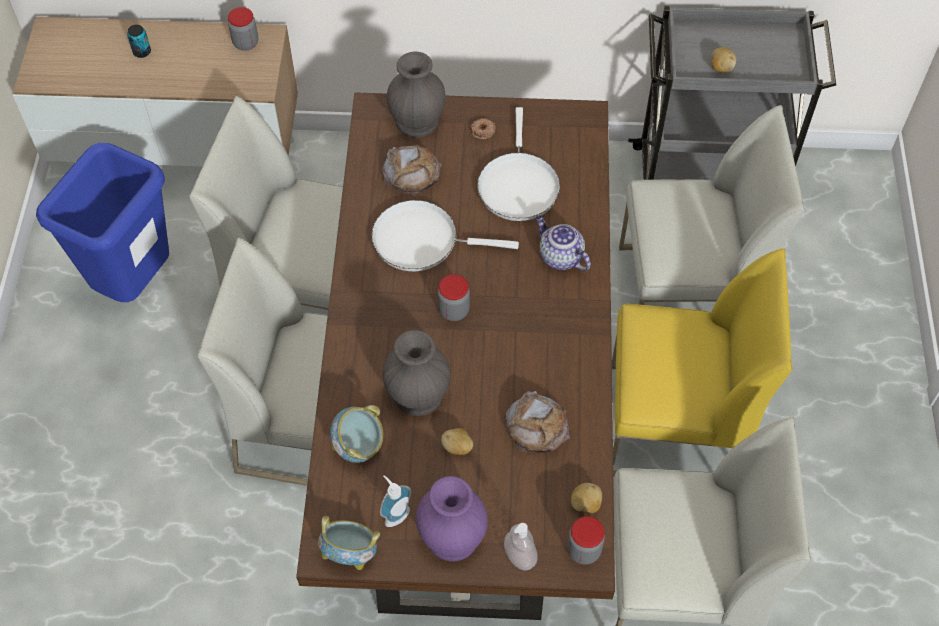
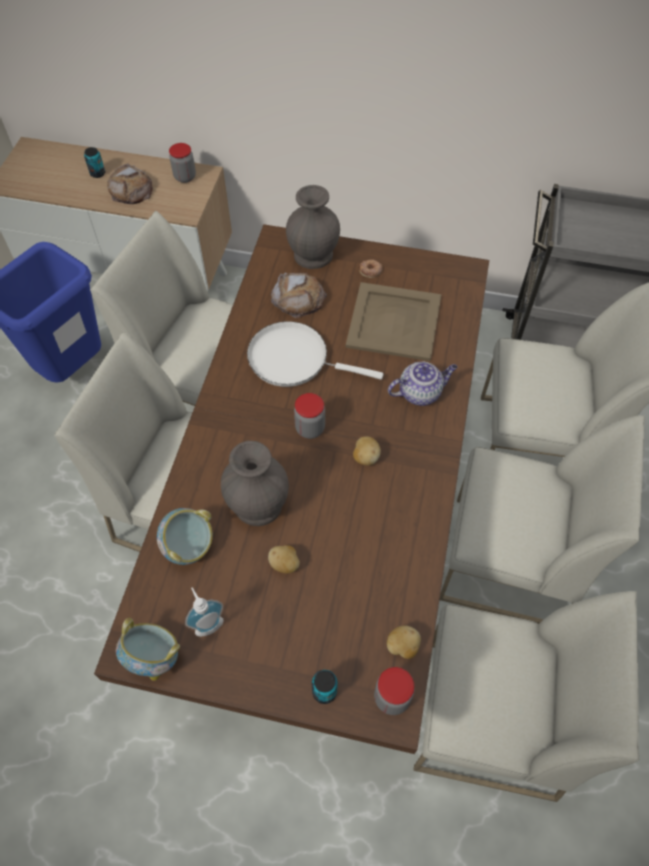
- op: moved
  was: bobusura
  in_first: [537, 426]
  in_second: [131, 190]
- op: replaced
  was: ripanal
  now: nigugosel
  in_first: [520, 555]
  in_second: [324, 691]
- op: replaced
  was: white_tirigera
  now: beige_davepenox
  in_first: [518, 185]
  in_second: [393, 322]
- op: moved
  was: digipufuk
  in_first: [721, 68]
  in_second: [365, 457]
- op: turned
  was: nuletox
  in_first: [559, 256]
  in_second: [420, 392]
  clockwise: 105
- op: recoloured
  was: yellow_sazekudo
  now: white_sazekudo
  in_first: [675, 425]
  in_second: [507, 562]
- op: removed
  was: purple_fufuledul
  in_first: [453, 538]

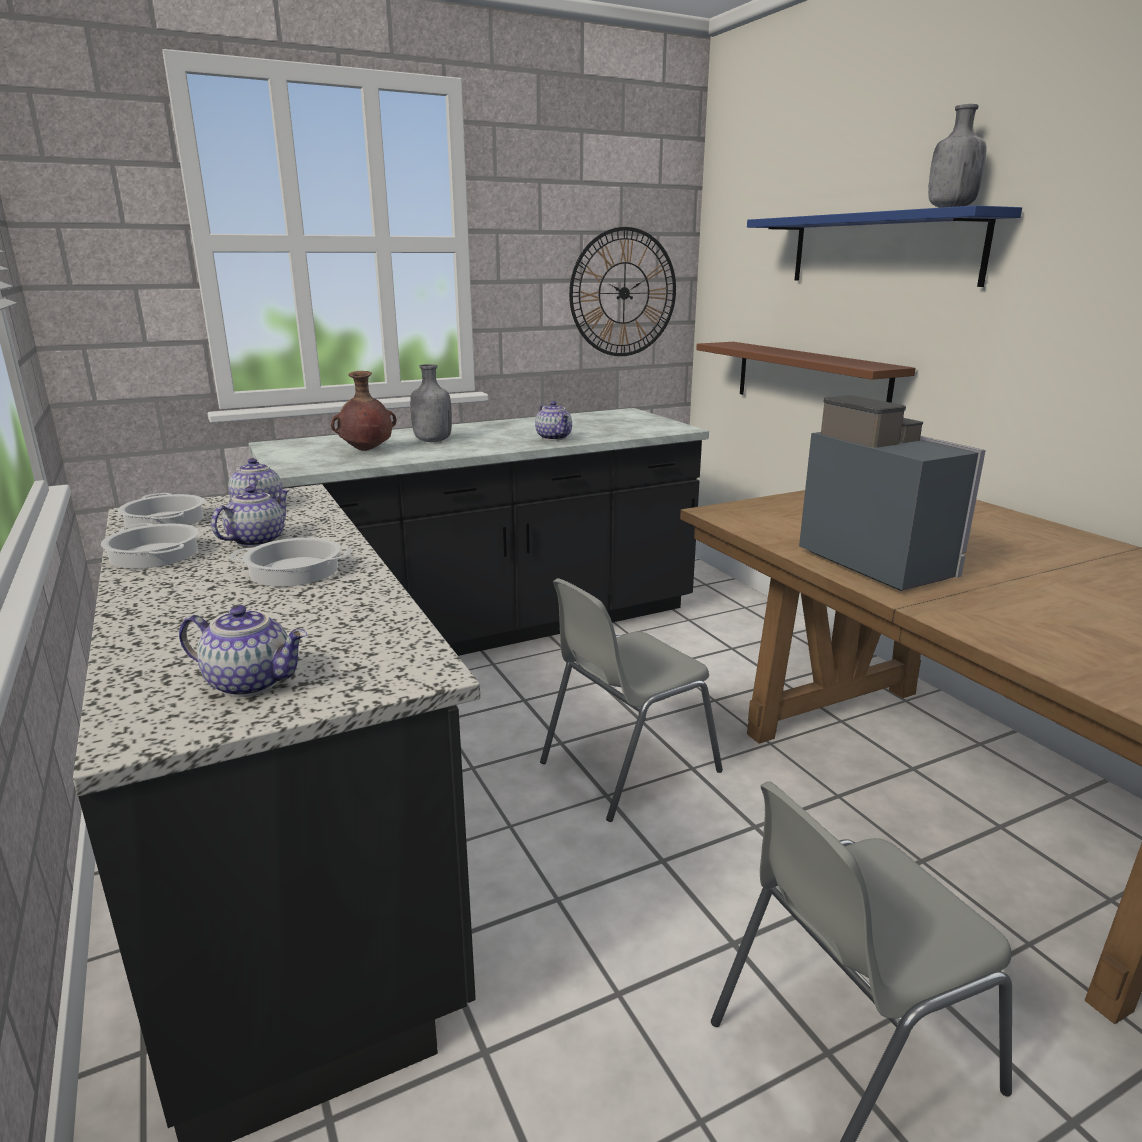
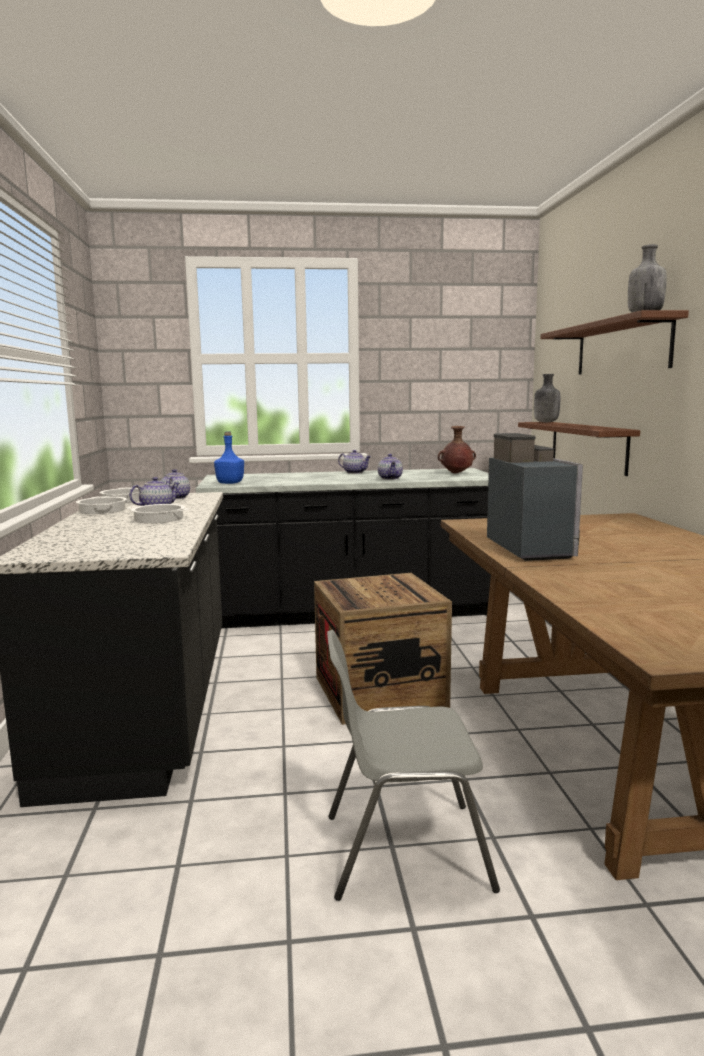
- op: added
  now: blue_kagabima
  in_second: [230, 483]
- op: replaced
  was: grey_sazekudo
  now: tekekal
  in_first: [626, 767]
  in_second: [379, 692]
- op: moved
  was: nuletox
  in_first: [252, 682]
  in_second: [355, 472]
- op: moved
  was: brown_fufuledul
  in_first: [366, 451]
  in_second: [456, 473]
- op: moved
  was: grey_kagabima
  in_first: [432, 441]
  in_second: [545, 422]
- op: recoloured
  was: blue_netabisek
  now: brown_netabisek
  in_first: [882, 249]
  in_second: [621, 347]
- op: removed
  was: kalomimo
  in_first: [623, 293]

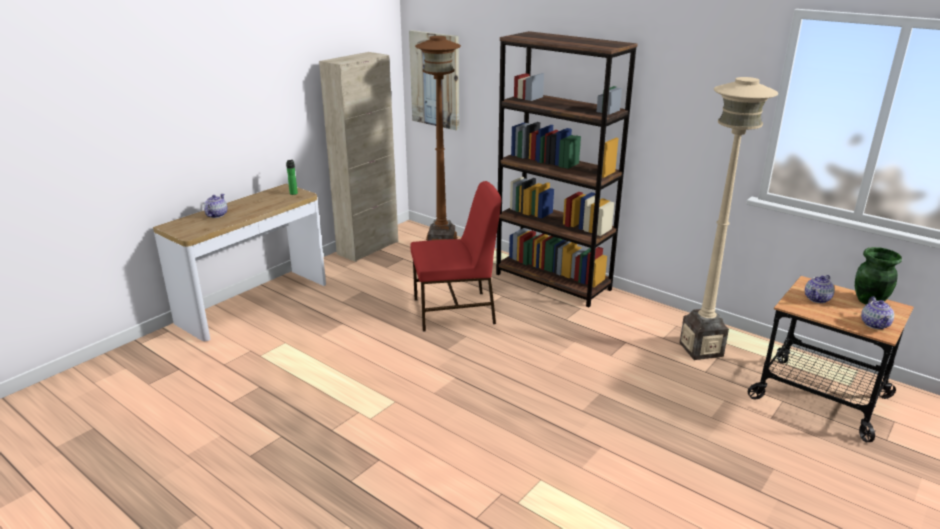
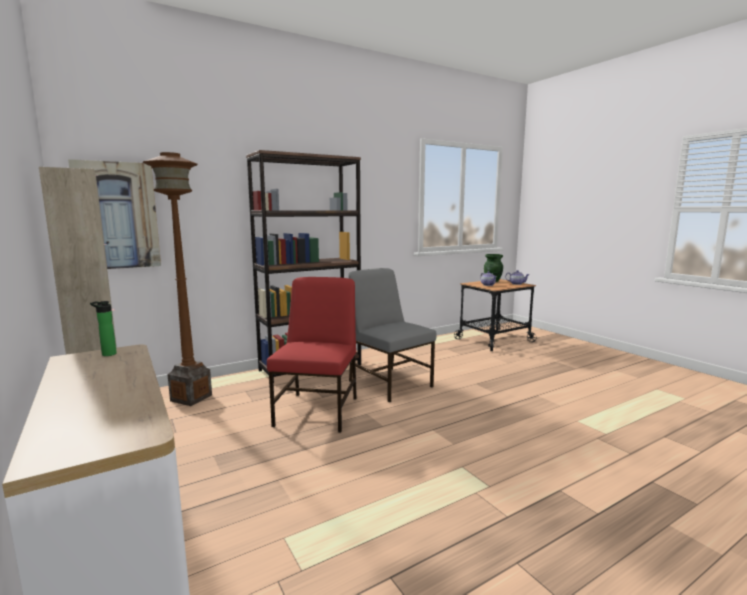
- op: added
  now: grey_sazekudo
  in_second: [389, 383]
- op: removed
  was: nuletox
  in_first: [216, 215]
- op: removed
  was: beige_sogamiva
  in_first: [701, 349]

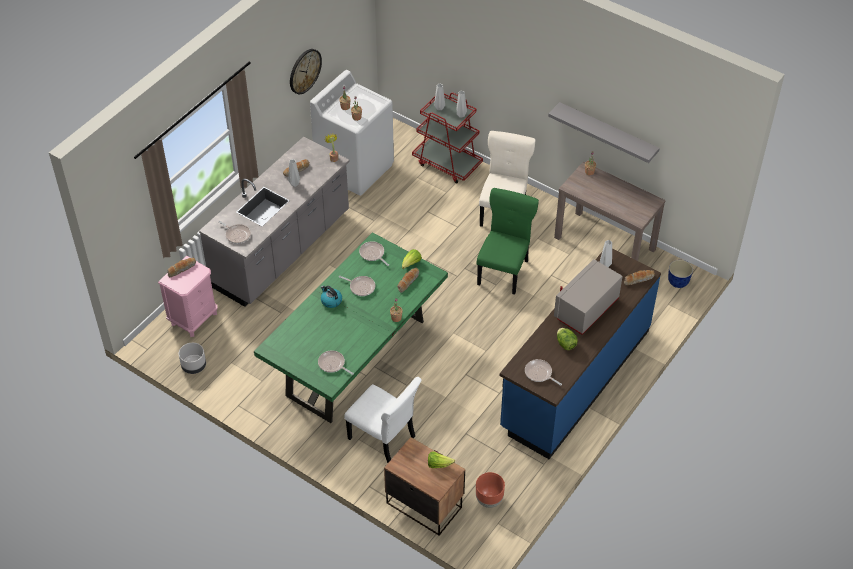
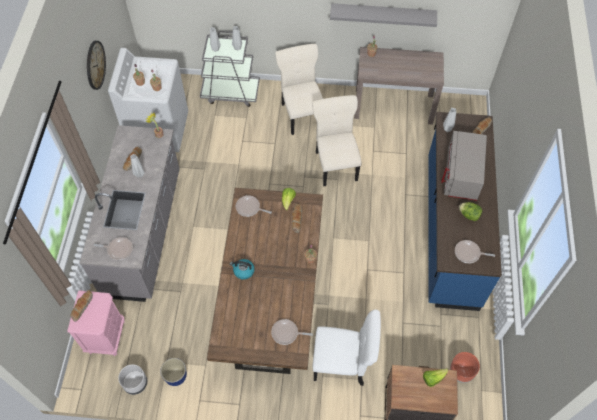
- op: moved
  was: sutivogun
  in_first: [677, 282]
  in_second: [176, 377]
- op: recoloured
  was: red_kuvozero
  now: grey_kuvozero
  in_first: [447, 163]
  in_second: [231, 92]
- op: recoloured
  was: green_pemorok
  now: brown_pemorok
  in_first: [356, 359]
  in_second: [271, 302]
- op: recoloured
  was: green_sazekudo
  now: beige_sazekudo
  in_first: [504, 271]
  in_second: [336, 164]
- op: removed
  was: tirigera
  in_first: [361, 287]

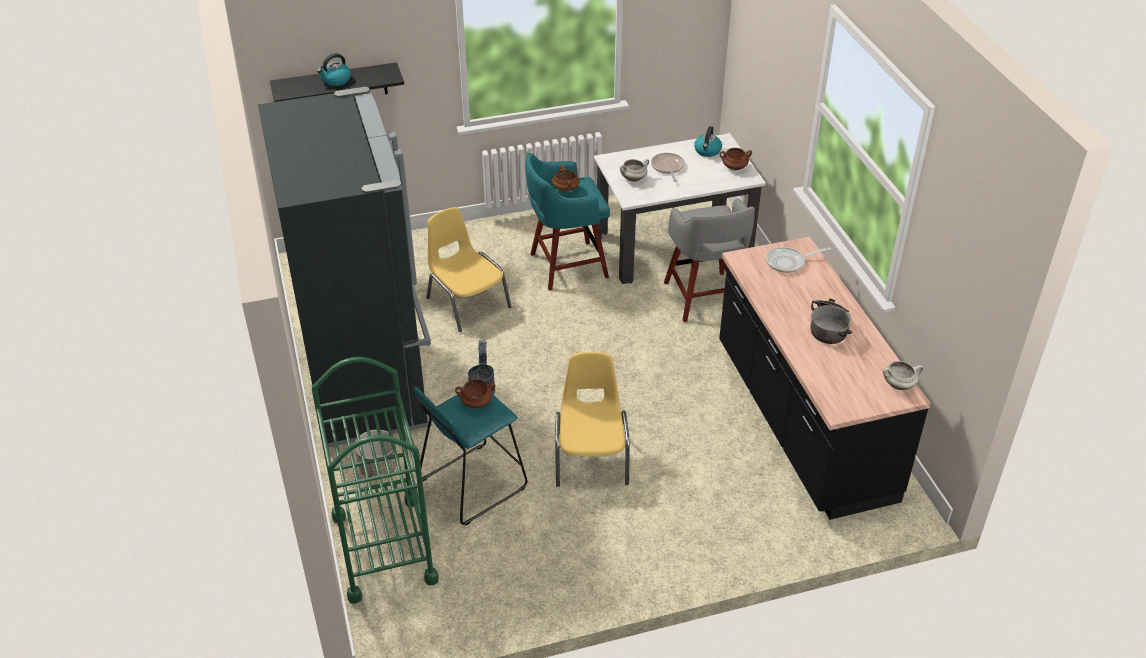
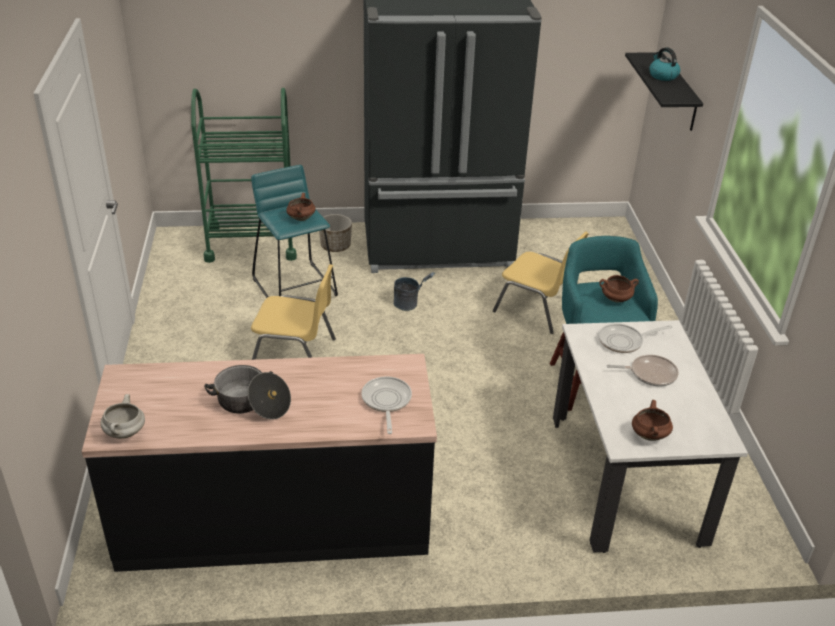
- op: turned
  was: yellow_sazekudo
  in_first: [467, 302]
  in_second: [537, 309]
  clockwise: 60
- op: replaced
  was: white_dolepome
  now: tirigera
  in_first: [633, 178]
  in_second: [624, 341]
- op: removed
  was: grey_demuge
  in_first: [704, 299]
- op: removed
  was: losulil
  in_first: [707, 151]

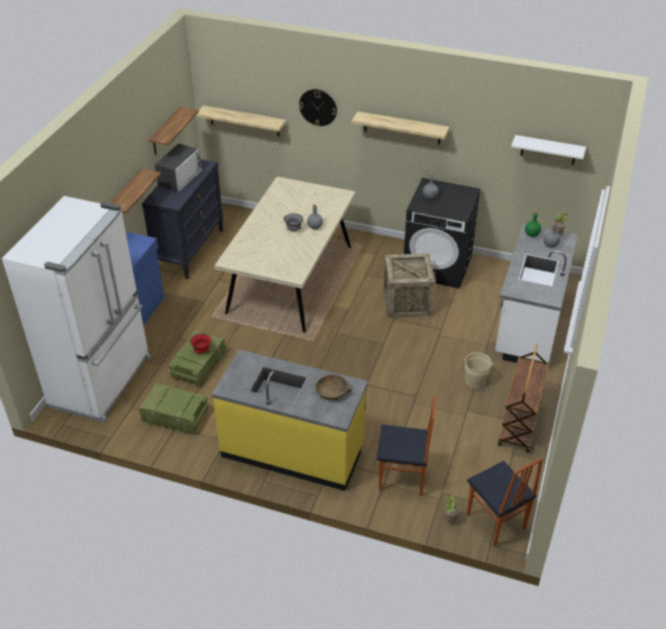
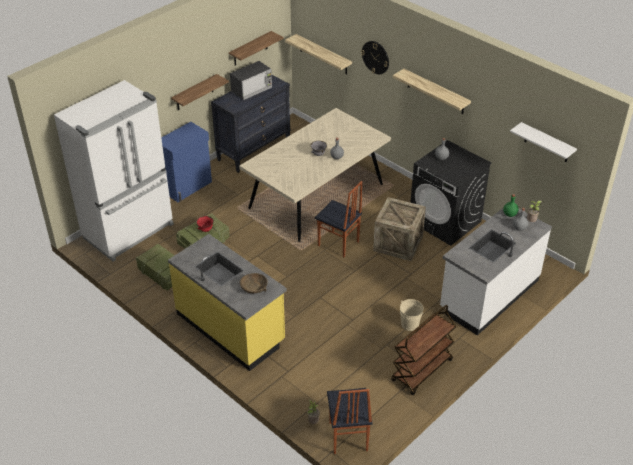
- op: moved
  was: sazekudo
  in_first: [402, 478]
  in_second: [338, 244]

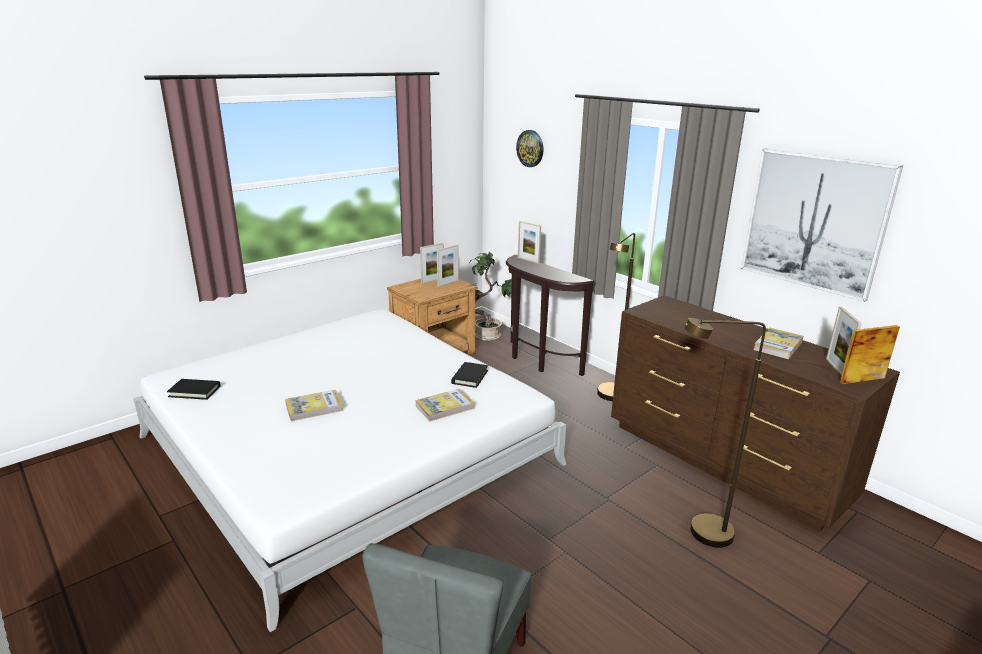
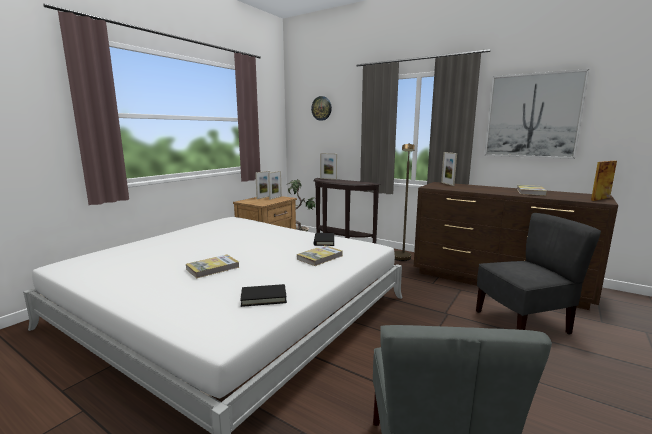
- op: moved
  was: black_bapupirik
  in_first: [195, 391]
  in_second: [263, 297]
- op: moved
  was: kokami
  in_first: [836, 368]
  in_second: [447, 184]
- op: replaced
  was: brown_sogamiva
  now: grey_sazekudo
  in_first: [700, 533]
  in_second: [522, 323]

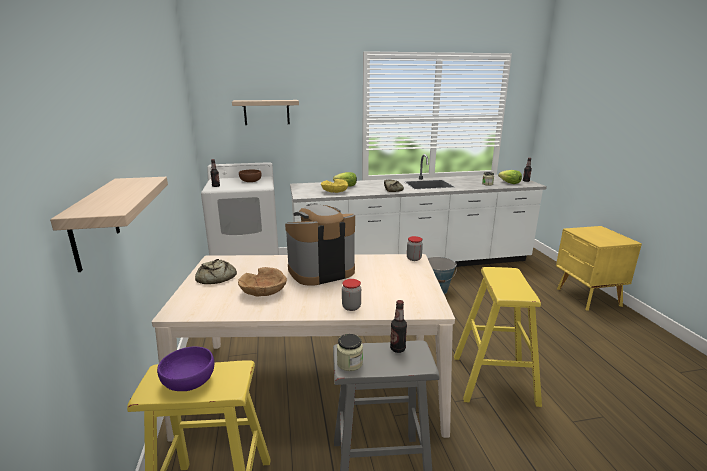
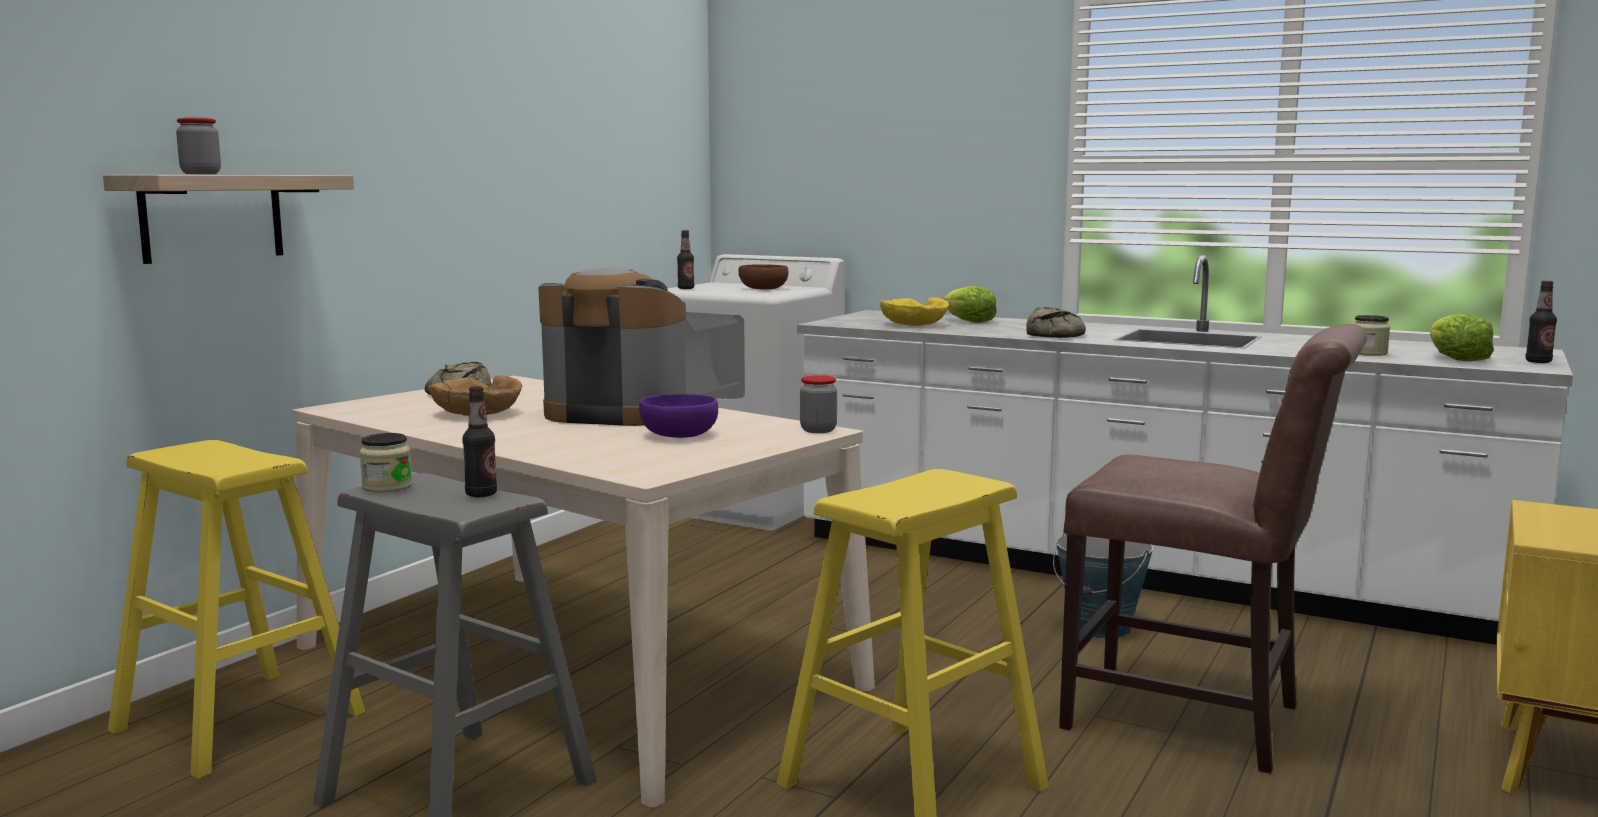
- op: moved
  was: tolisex
  in_first: [351, 307]
  in_second: [201, 174]
- op: moved
  was: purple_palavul
  in_first: [189, 381]
  in_second: [679, 436]
- op: added
  now: brown_sazekudo
  in_second: [1196, 720]
- op: removed
  was: netabisek
  in_first: [266, 112]

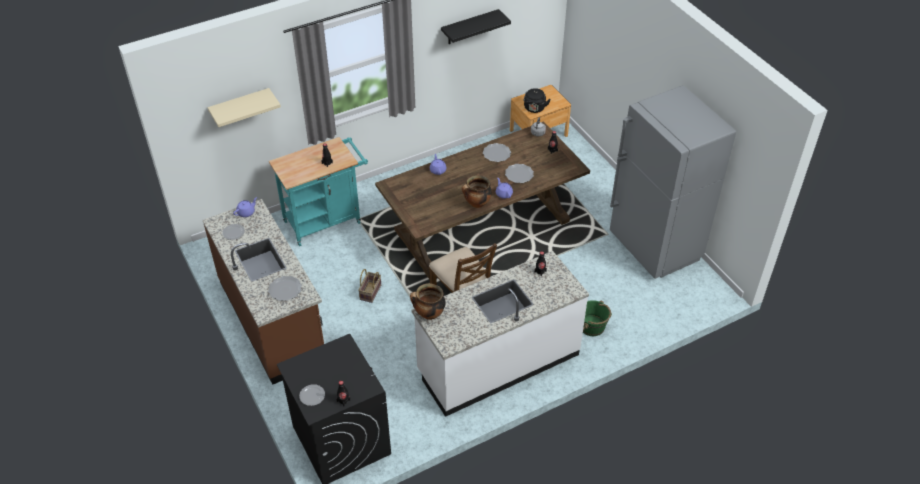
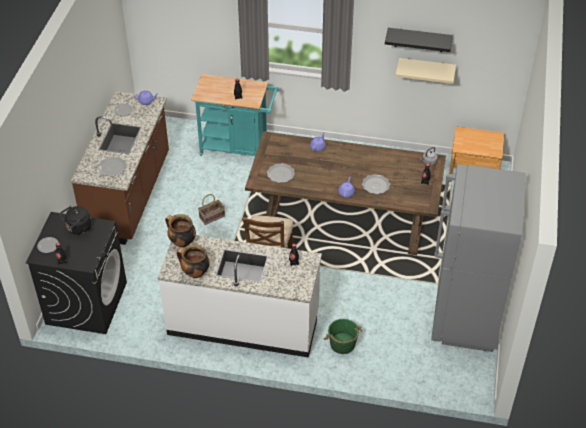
- op: moved
  was: black_losulil
  in_first: [534, 109]
  in_second: [78, 229]
- op: moved
  was: dolepome
  in_first: [477, 204]
  in_second: [195, 273]
- op: moved
  was: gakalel
  in_first: [496, 154]
  in_second: [280, 174]
- op: moved
  was: beige_netabisek
  in_first: [240, 107]
  in_second: [426, 69]

